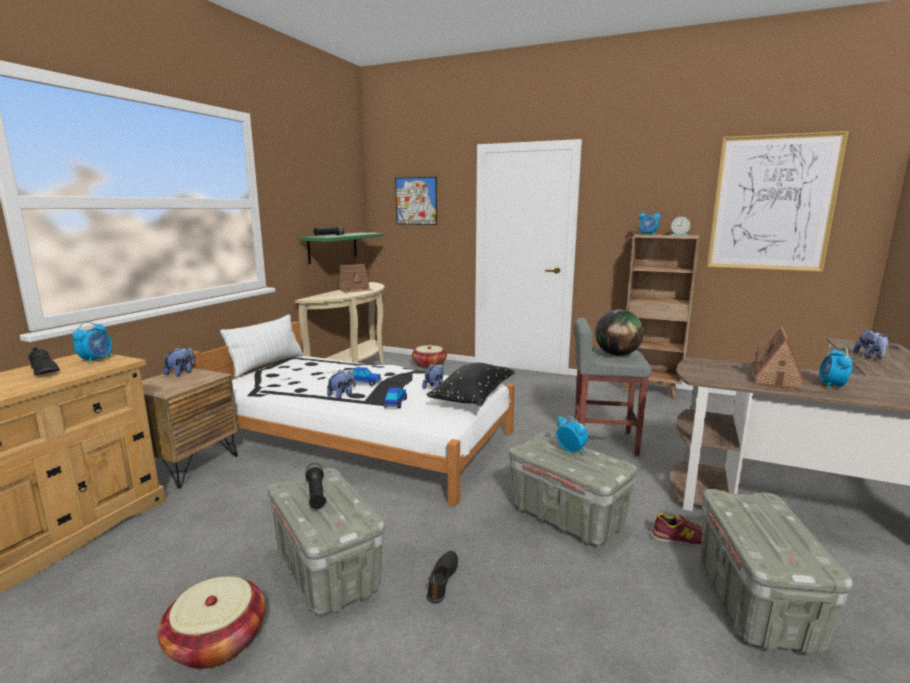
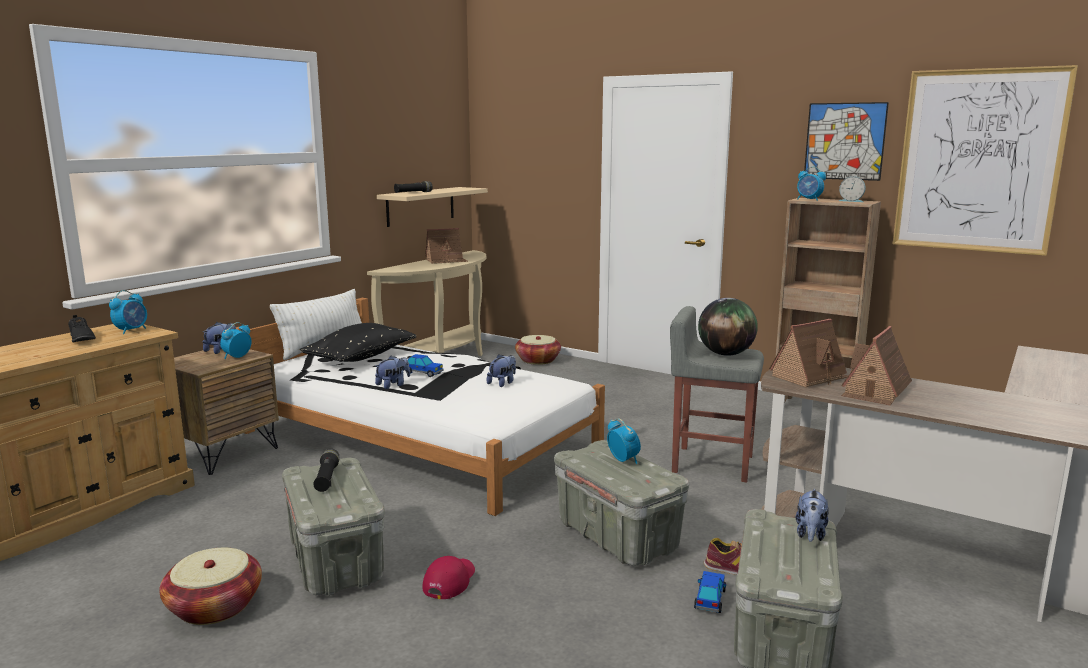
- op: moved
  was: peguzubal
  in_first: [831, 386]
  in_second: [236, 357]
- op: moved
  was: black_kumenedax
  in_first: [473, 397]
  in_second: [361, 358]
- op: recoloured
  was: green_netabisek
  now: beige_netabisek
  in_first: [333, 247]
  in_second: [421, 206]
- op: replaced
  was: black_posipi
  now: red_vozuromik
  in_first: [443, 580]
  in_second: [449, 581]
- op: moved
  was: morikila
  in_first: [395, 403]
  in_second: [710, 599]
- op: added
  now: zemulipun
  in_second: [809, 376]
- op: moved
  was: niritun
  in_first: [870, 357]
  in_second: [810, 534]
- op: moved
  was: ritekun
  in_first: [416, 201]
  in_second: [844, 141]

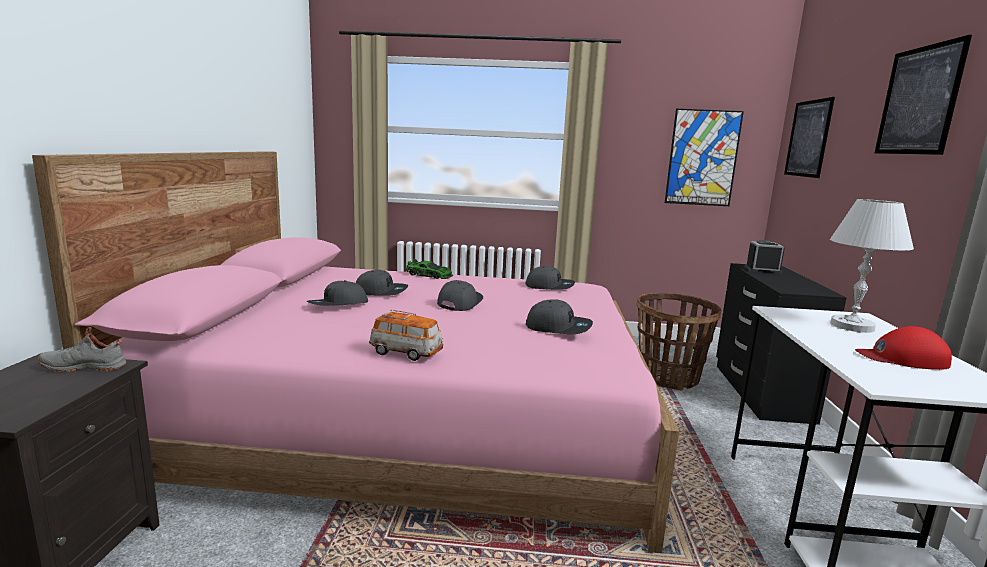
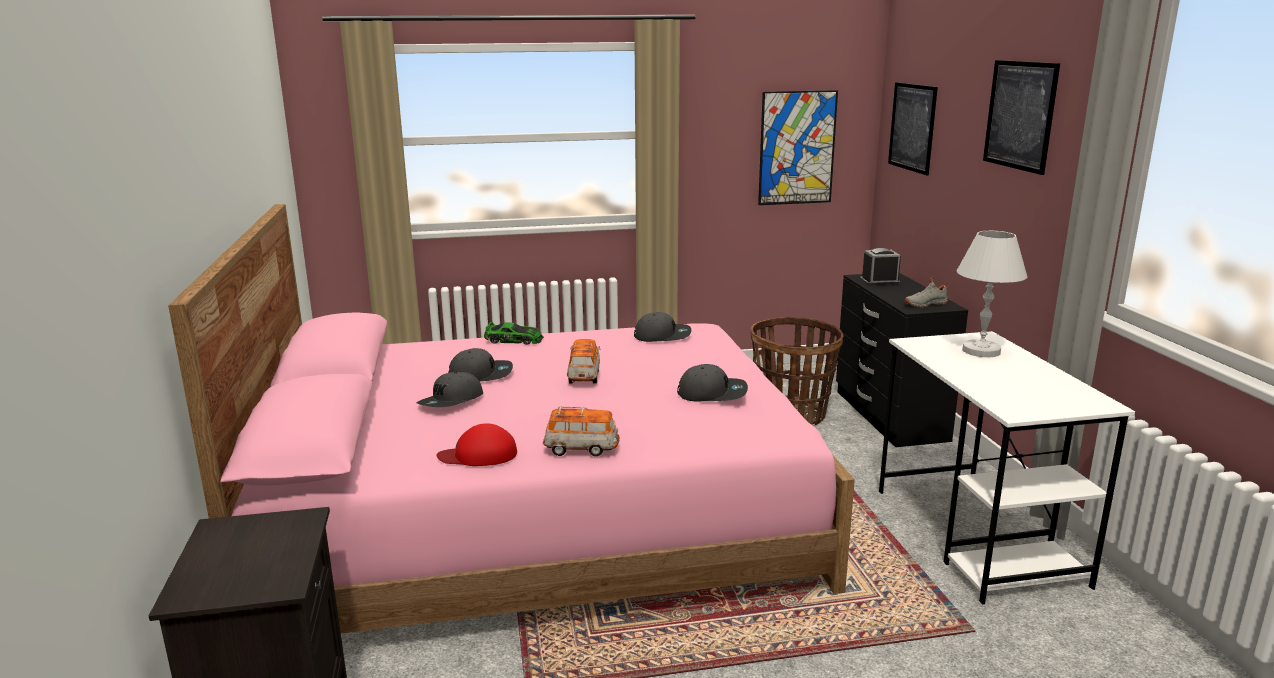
- op: moved
  was: red_vozuromik
  in_first: [902, 358]
  in_second: [479, 455]
- op: replaced
  was: grey_vozuromik
  now: morikila
  in_first: [459, 302]
  in_second: [584, 376]
- op: moved
  was: grey_posipi
  in_first: [85, 367]
  in_second: [924, 304]

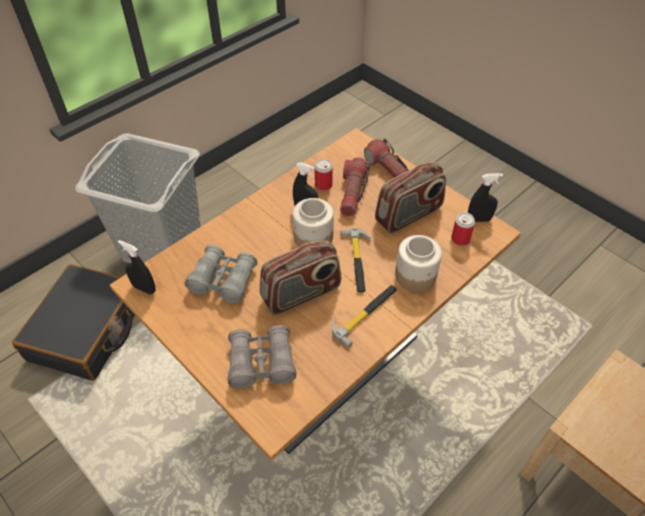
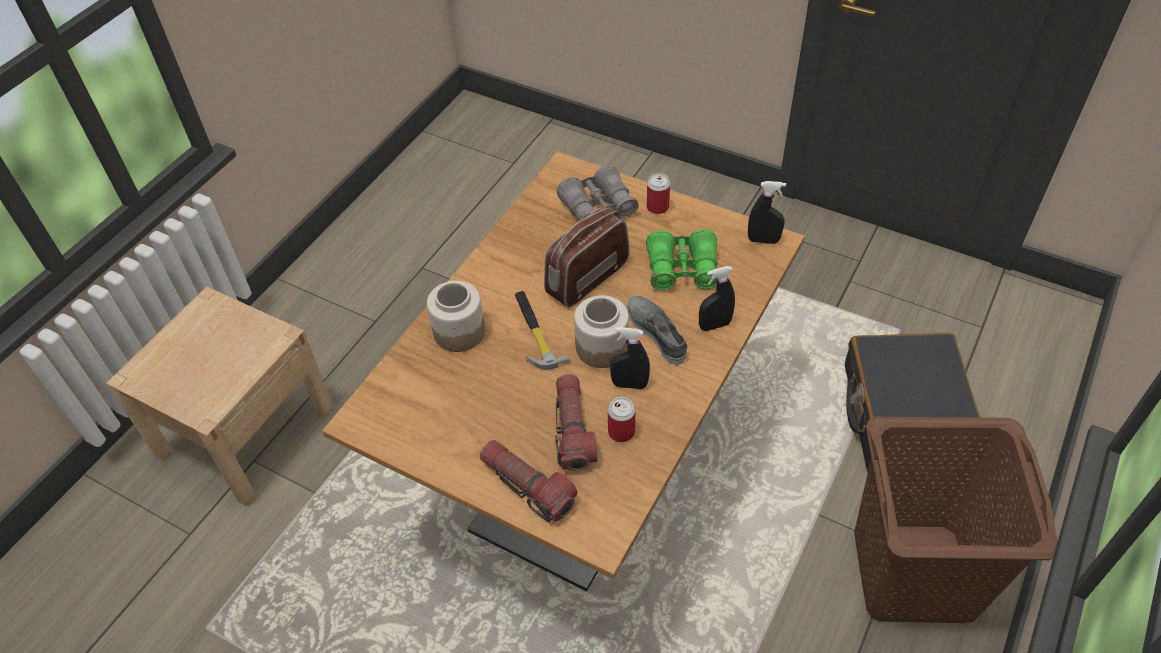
- op: added
  now: grey_posipi
  in_second: [657, 332]
- op: recoloured
  was: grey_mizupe
  now: green_mizupe
  in_first: [223, 281]
  in_second: [682, 269]
- op: moved
  was: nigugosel
  in_first: [460, 239]
  in_second: [657, 207]
- op: moved
  was: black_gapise
  in_first: [479, 219]
  in_second: [714, 325]
- op: recoloured
  was: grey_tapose
  now: brown_tapose
  in_first: [162, 245]
  in_second: [914, 574]
- op: removed
  was: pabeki
  in_first: [365, 313]
- op: removed
  was: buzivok
  in_first: [409, 215]

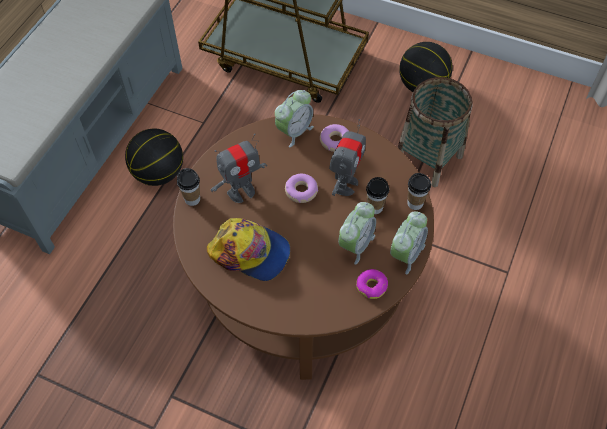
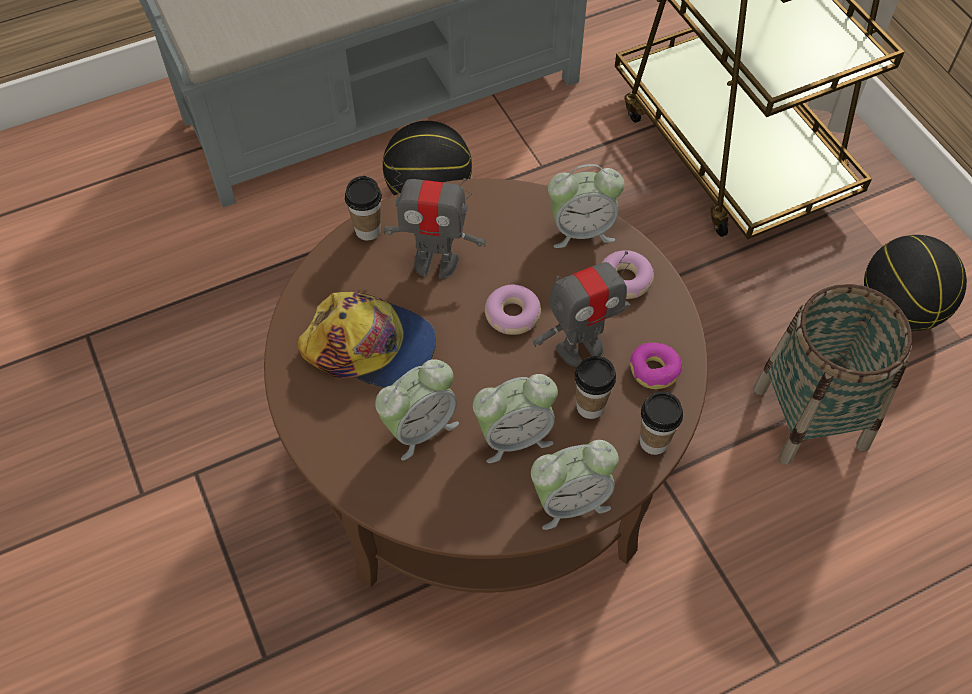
- op: turned
  was: vozuromik
  in_first: [250, 252]
  in_second: [370, 347]
  clockwise: -45
- op: added
  now: peguzubal
  in_second: [420, 428]
- op: moved
  was: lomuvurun
  in_first: [371, 286]
  in_second: [654, 370]

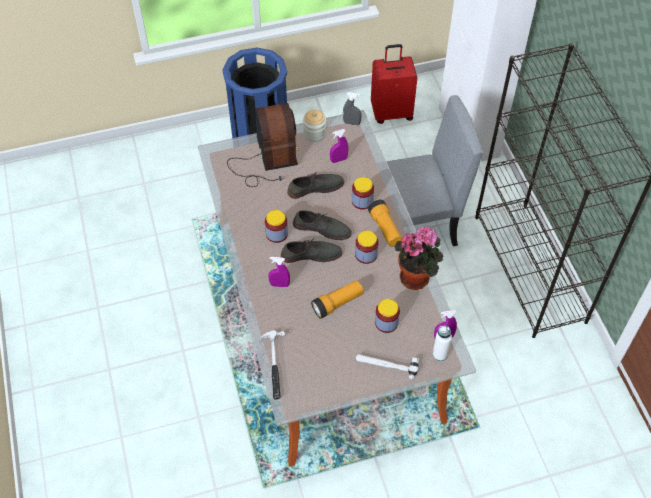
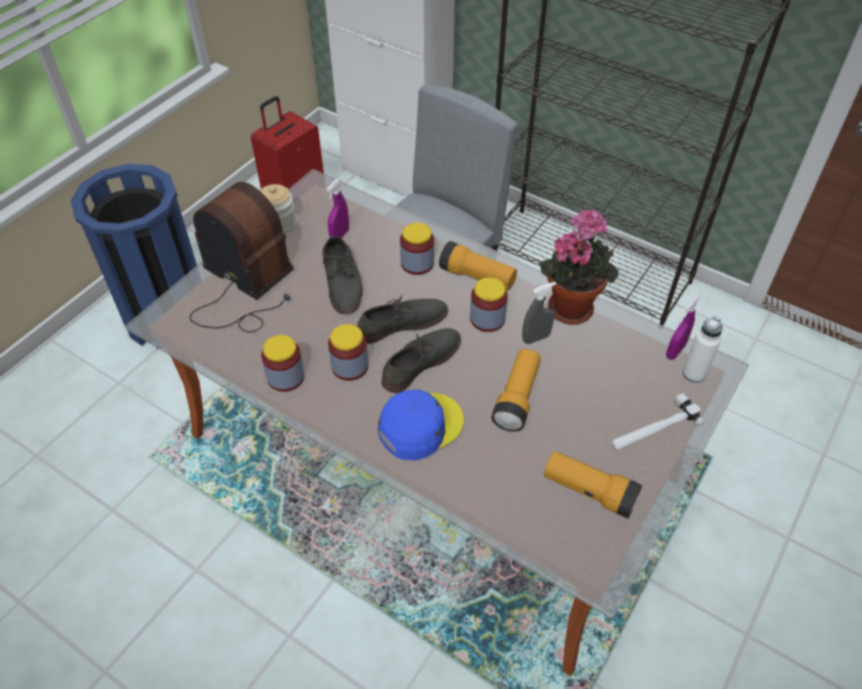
- op: moved
  was: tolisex
  in_first: [386, 322]
  in_second: [286, 377]
- op: turned
  was: grey_posipi
  in_first: [315, 187]
  in_second: [343, 282]
  clockwise: 135
- op: replaced
  was: purple_gapise
  now: blue_vozuromik
  in_first: [279, 284]
  in_second: [419, 426]
- op: moved
  was: grey_gapise
  in_first: [351, 123]
  in_second: [536, 338]
- op: added
  now: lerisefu
  in_second: [589, 491]
- op: removed
  was: pabeki
  in_first: [274, 365]

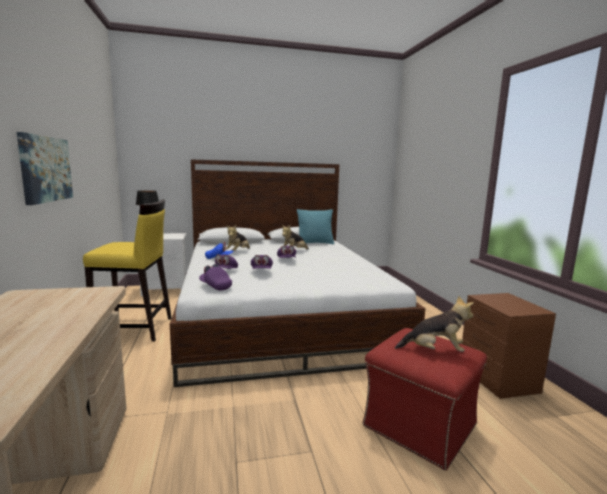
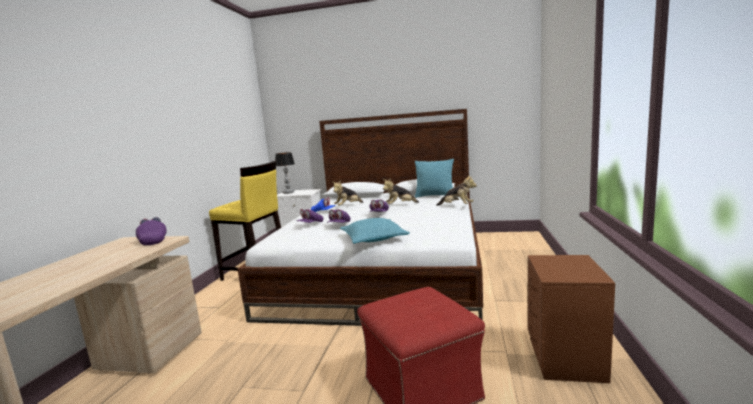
- op: moved
  was: purple_vozuromik
  in_first: [215, 286]
  in_second: [153, 241]
- op: added
  now: turquoise_kumenedax
  in_second: [374, 239]
- op: moved
  was: niritun
  in_first: [434, 351]
  in_second: [457, 206]
- op: removed
  was: ritekun
  in_first: [45, 169]

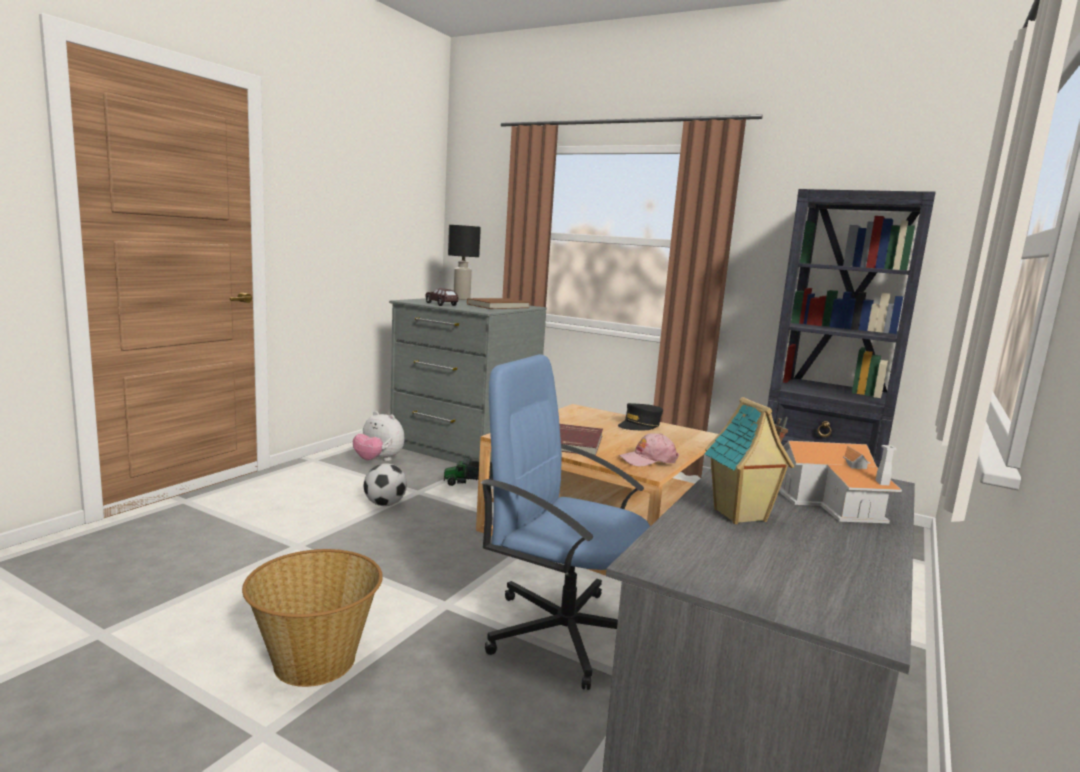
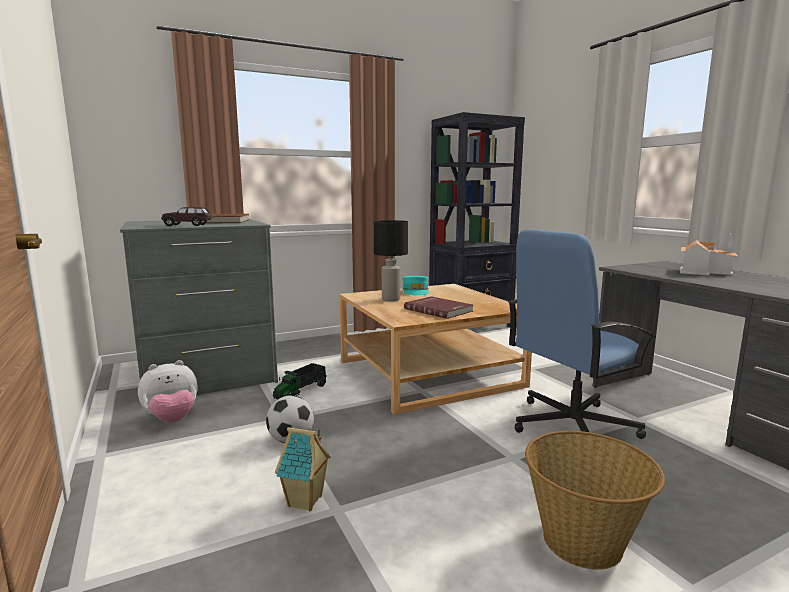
- op: moved
  was: zemulipun
  in_first: [740, 516]
  in_second: [305, 502]
- op: moved
  was: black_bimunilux
  in_first: [462, 299]
  in_second: [390, 299]
- op: recoloured
  was: black_vozuromik
  now: turquoise_vozuromik
  in_first: [640, 425]
  in_second: [416, 291]
- op: removed
  was: pink_vozuromik
  in_first: [648, 459]

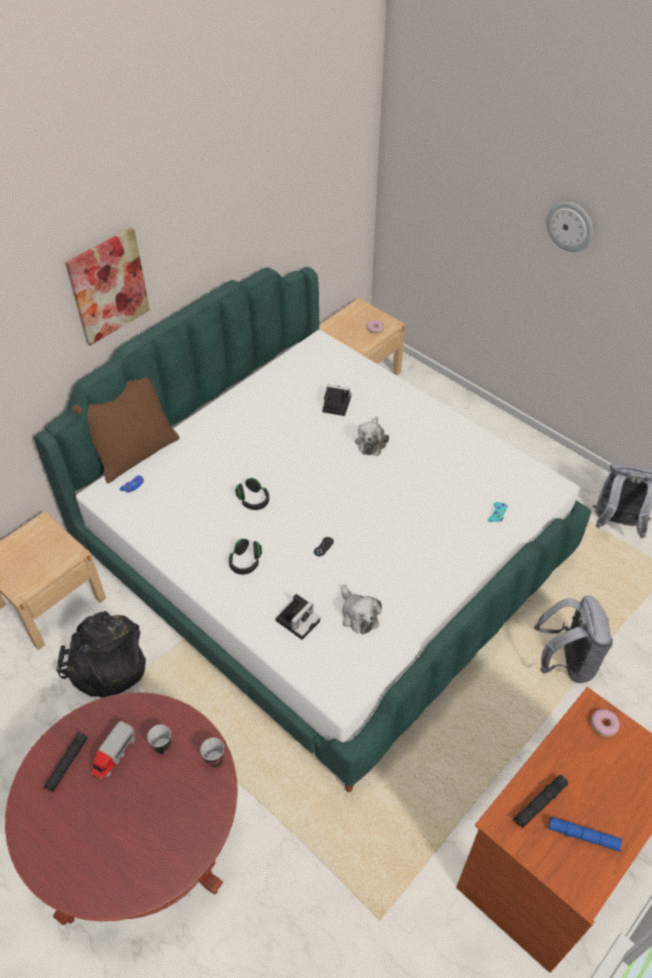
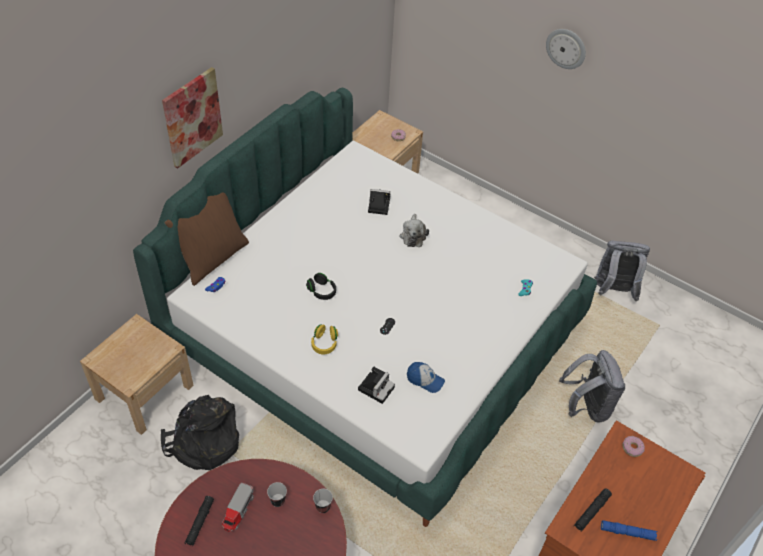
- op: recoloured
  was: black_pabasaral
  now: yellow_pabasaral
  in_first: [245, 562]
  in_second: [324, 343]
- op: replaced
  was: niritun
  now: vozuromik
  in_first: [358, 615]
  in_second: [425, 380]

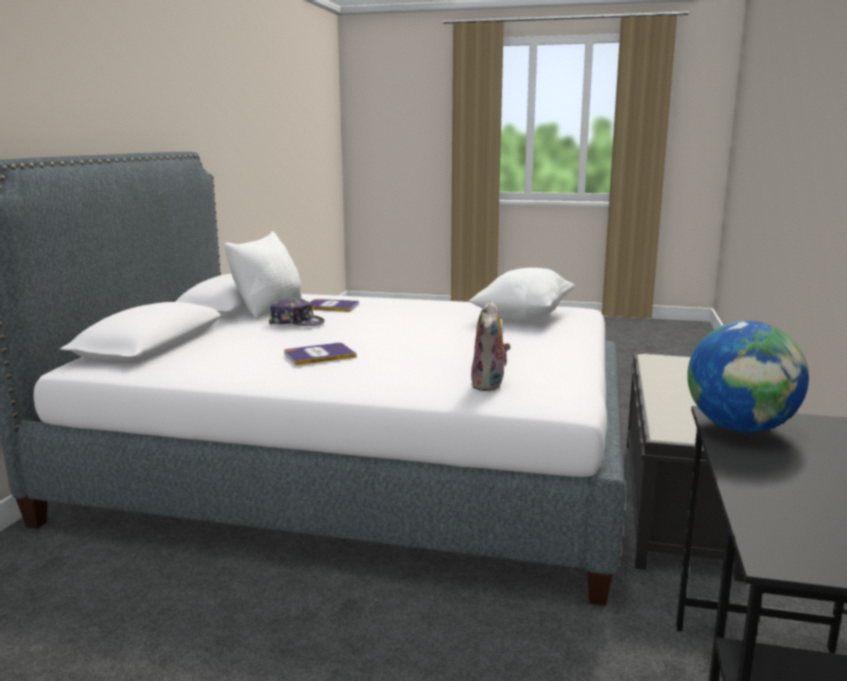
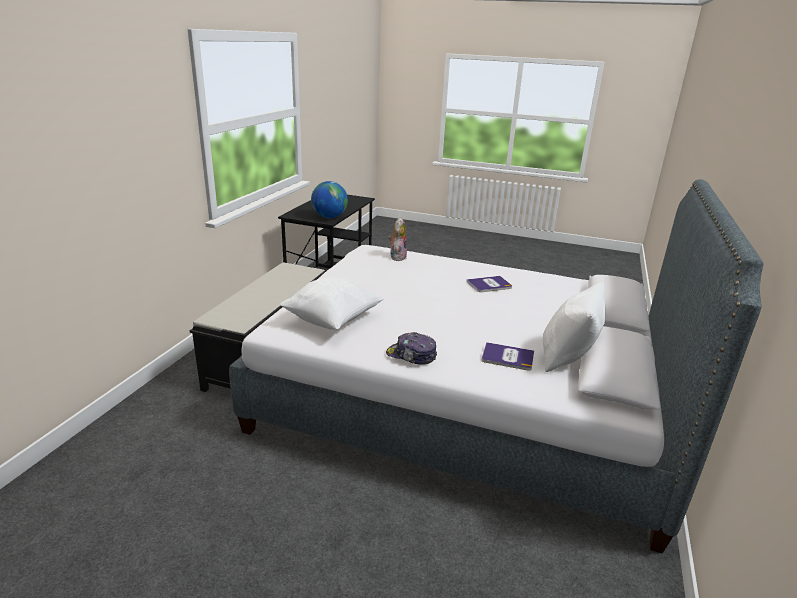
- op: moved
  was: vozuromik
  in_first: [297, 323]
  in_second: [411, 356]

